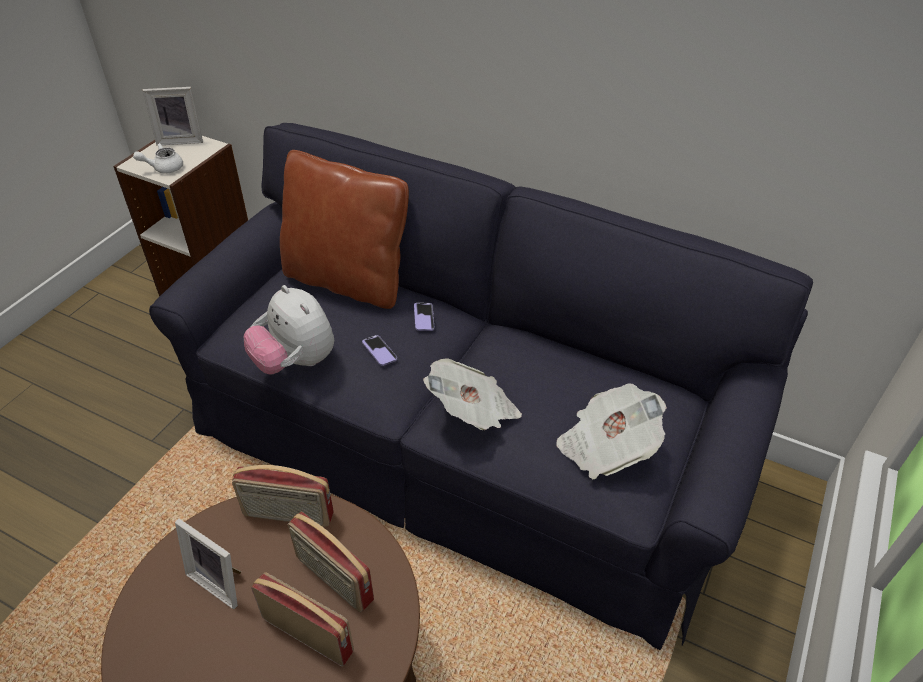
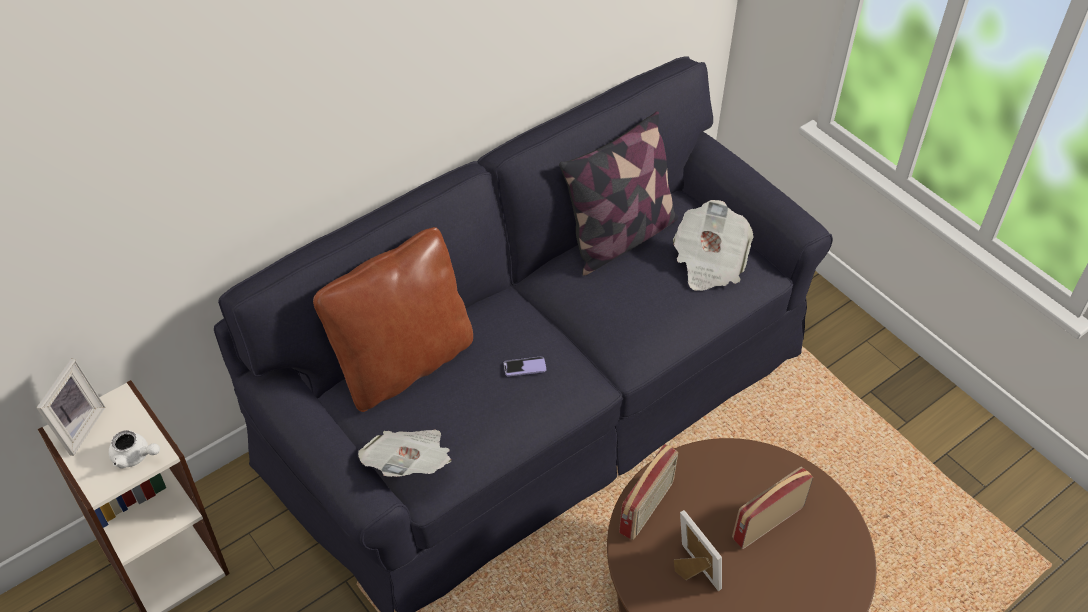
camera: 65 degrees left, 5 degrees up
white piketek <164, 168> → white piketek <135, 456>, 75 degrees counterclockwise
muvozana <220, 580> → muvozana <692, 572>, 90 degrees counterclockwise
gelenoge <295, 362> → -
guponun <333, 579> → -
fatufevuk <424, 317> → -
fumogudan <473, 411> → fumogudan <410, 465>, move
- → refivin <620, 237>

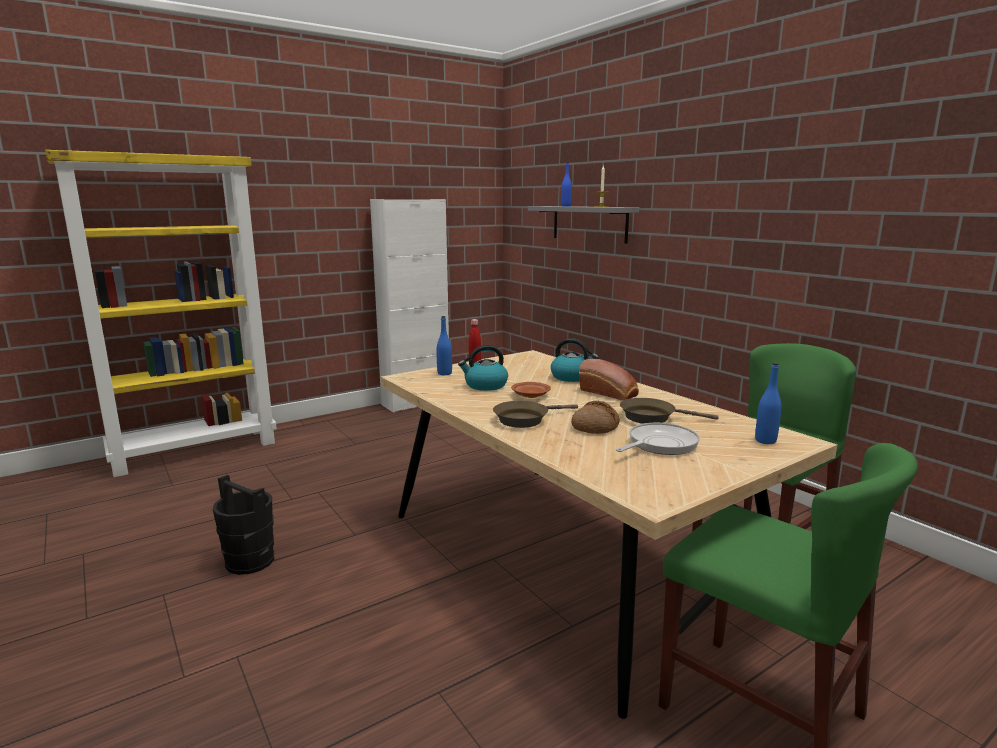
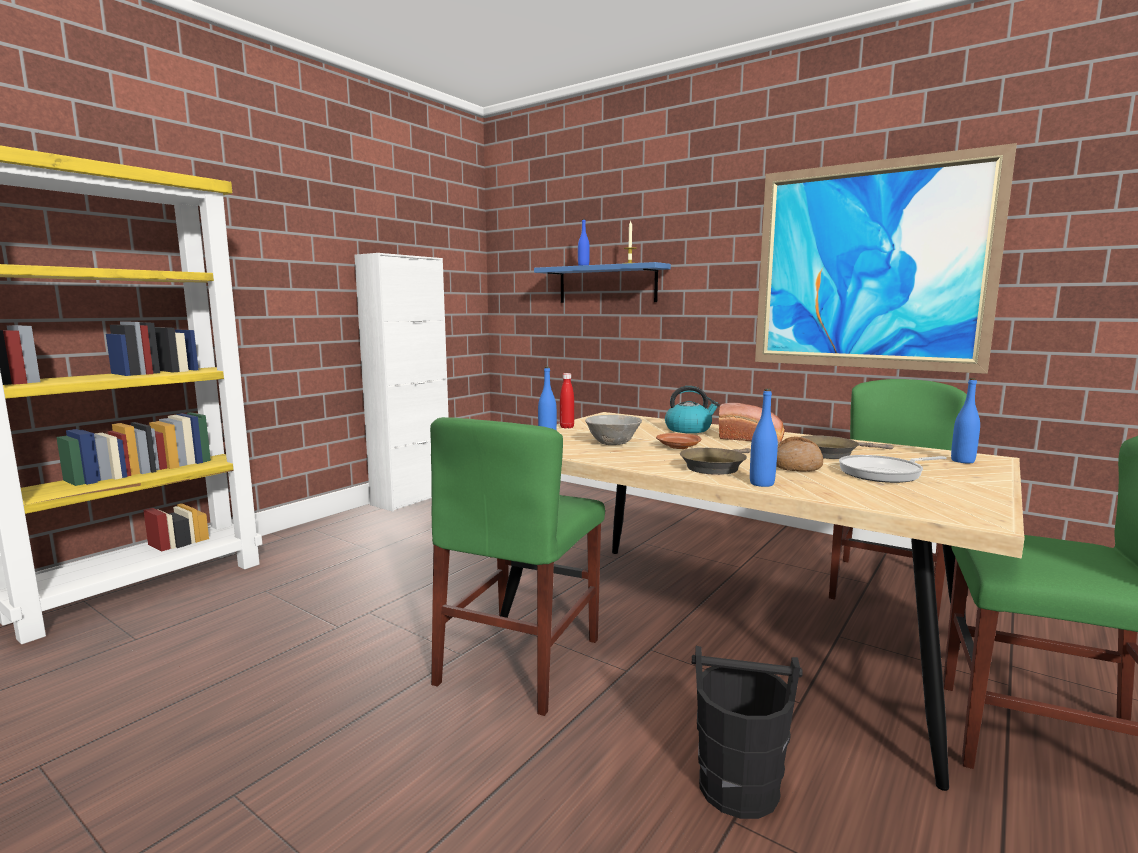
camera: 20 degrees left, 5 degrees down
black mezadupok <250, 561> → black mezadupok <739, 788>, move
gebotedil <485, 385> → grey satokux <614, 443>
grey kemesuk <589, 223> → blue kemesuk <607, 284>
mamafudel <659, 444> → mamafudel <884, 473>, 135 degrees counterclockwise
- → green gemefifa <520, 661>
- → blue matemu <762, 484>
- → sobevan <869, 266>

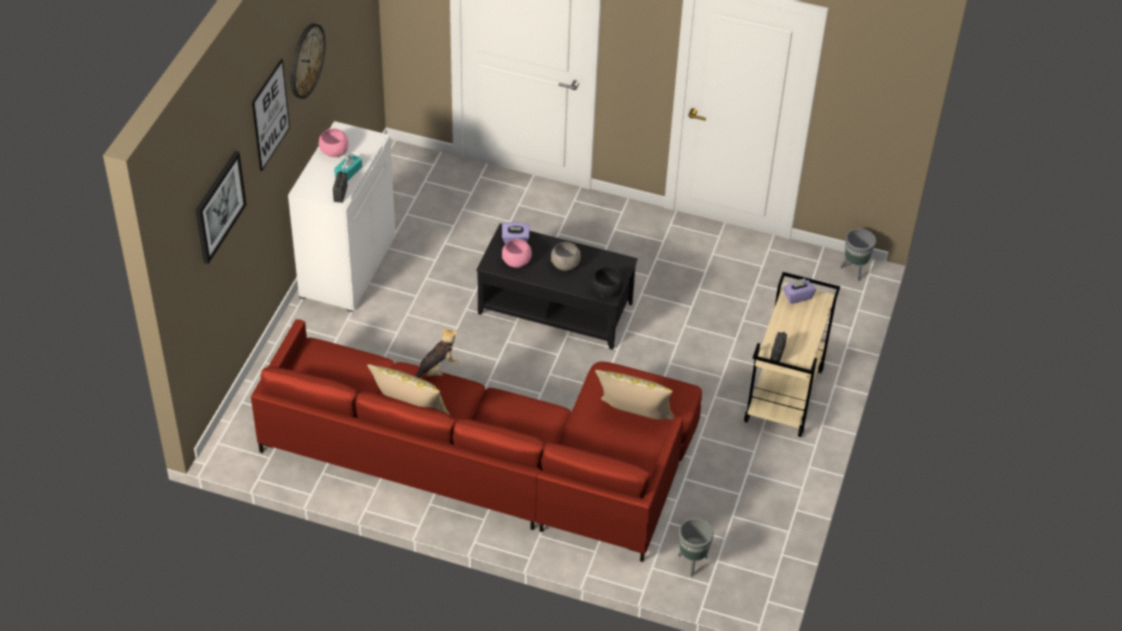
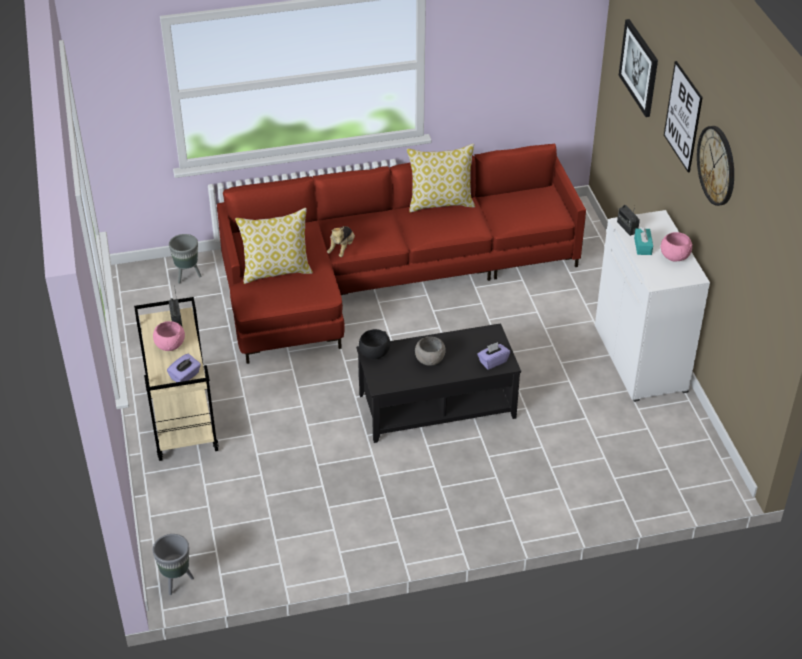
camera: 150 degrees right, 5 degrees down
gelenoge <437, 370> → gelenoge <342, 249>, move
pink satokux <517, 261> → pink satokux <169, 345>, move

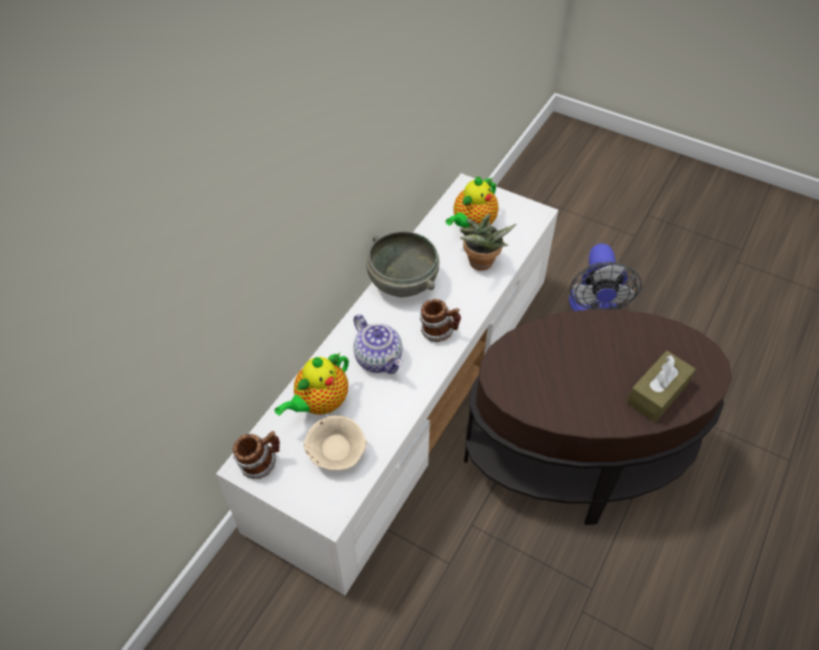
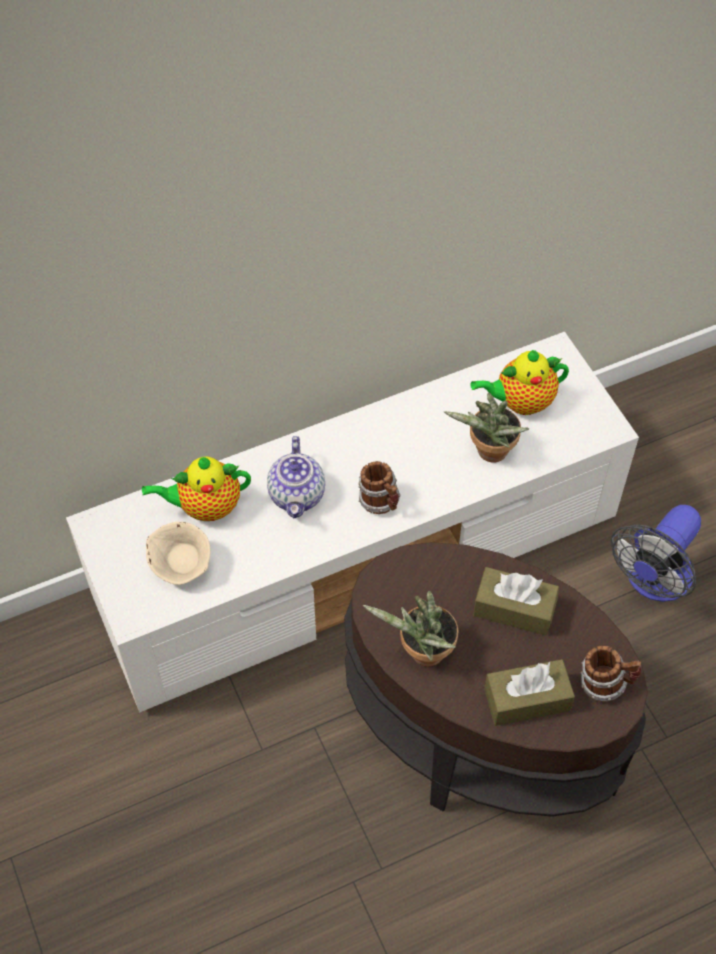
camera: 35 degrees right, 5 degrees up
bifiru <260, 463> → bifiru <605, 684>, move
grey satokux <401, 283> → -
- → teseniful <422, 654>
- → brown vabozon <514, 609>

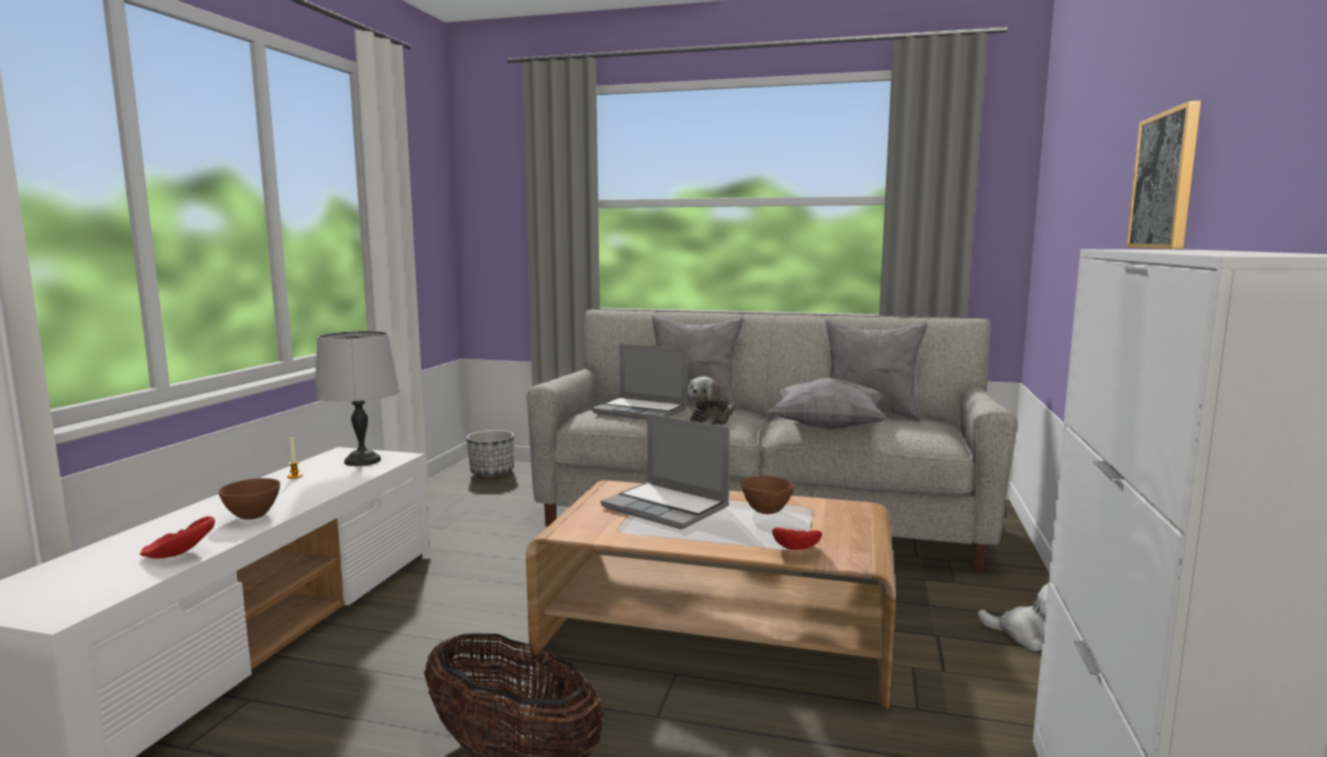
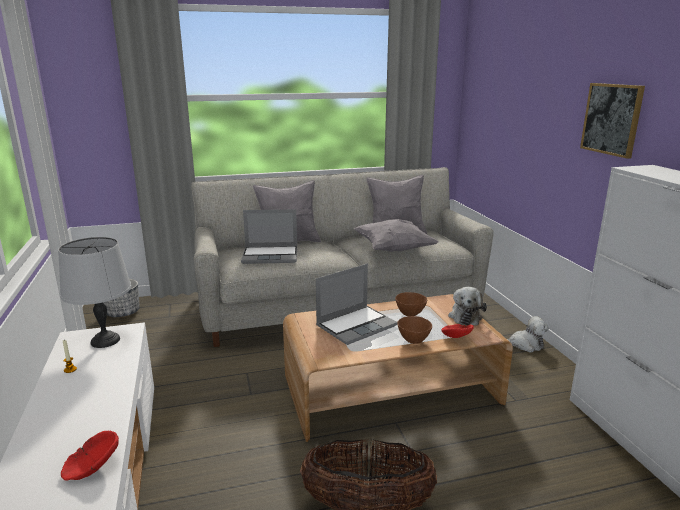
camera: 30 degrees left, 10 degrees up
brown satokux <252, 516> → brown satokux <414, 341>, move
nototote <667, 507> → nototote <356, 325>, 45 degrees counterclockwise
gelenoge <711, 420> → gelenoge <465, 316>, move

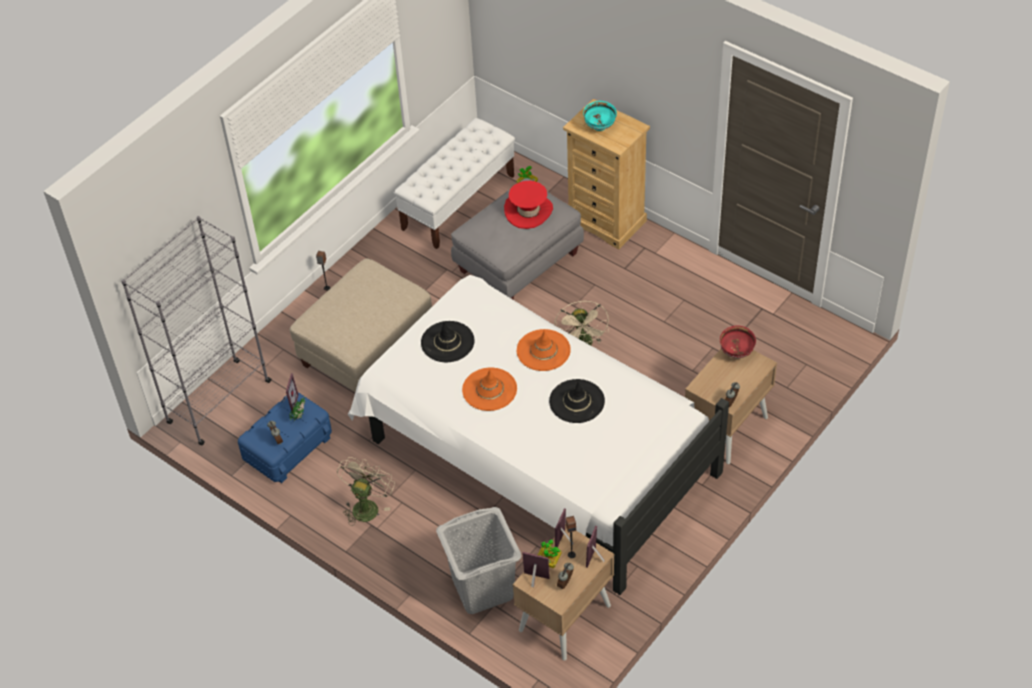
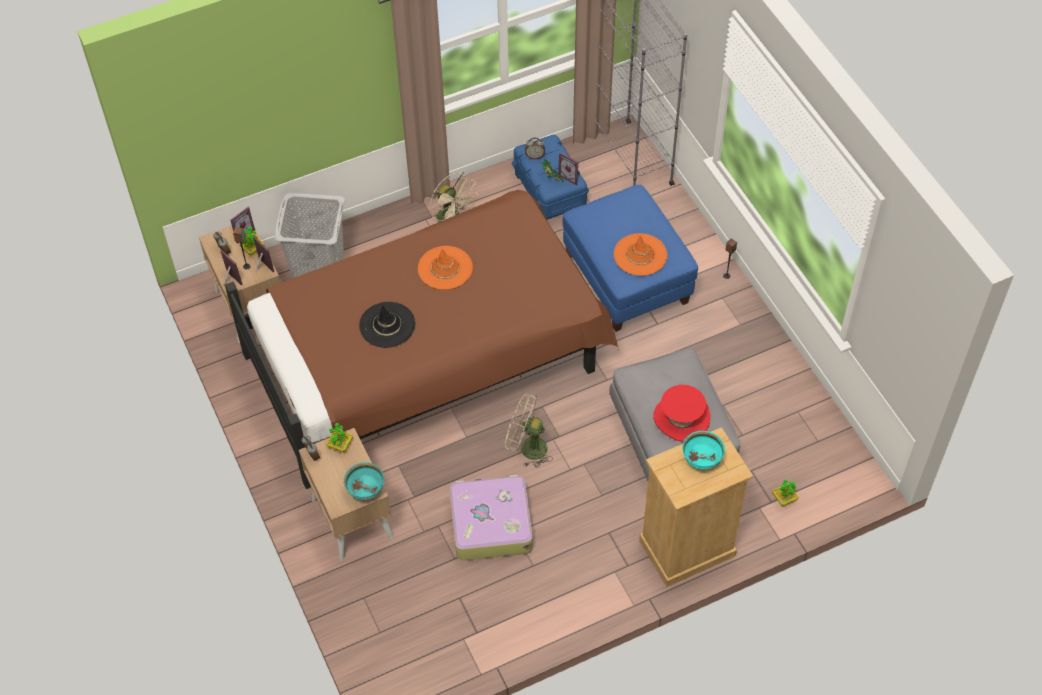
camera: 115 degrees right, 5 degrees up
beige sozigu <367, 351> → blue sozigu <626, 279>
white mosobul <535, 450> → brown mosobul <430, 357>
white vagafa <458, 202> → -
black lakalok <447, 342> → -
orange lakalok <543, 350> → orange lakalok <640, 255>, move
red satokux <737, 353> → turquoise satokux <365, 491>
- → teseniful <340, 445>
- → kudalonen <490, 524>

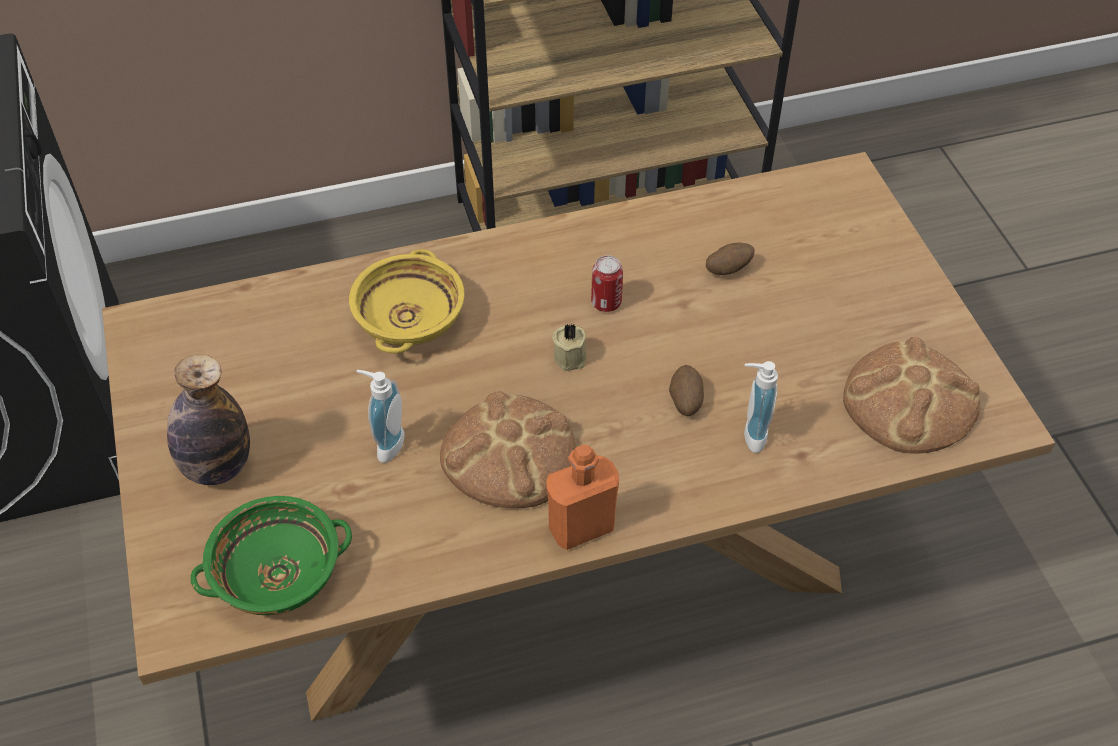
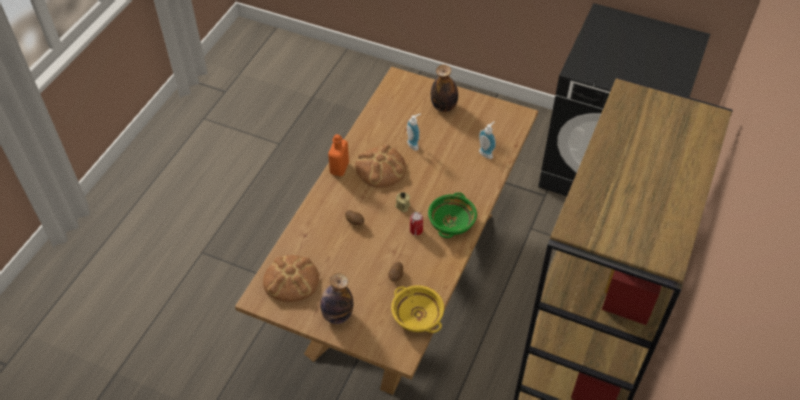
camera: 130 degrees right, 0 degrees up
green satokux <279, 572> → green satokux <451, 223>, move
yellow satokux <410, 320> → yellow satokux <417, 316>, move
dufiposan <750, 434> → dufiposan <487, 153>, move
- → matemu <337, 315>

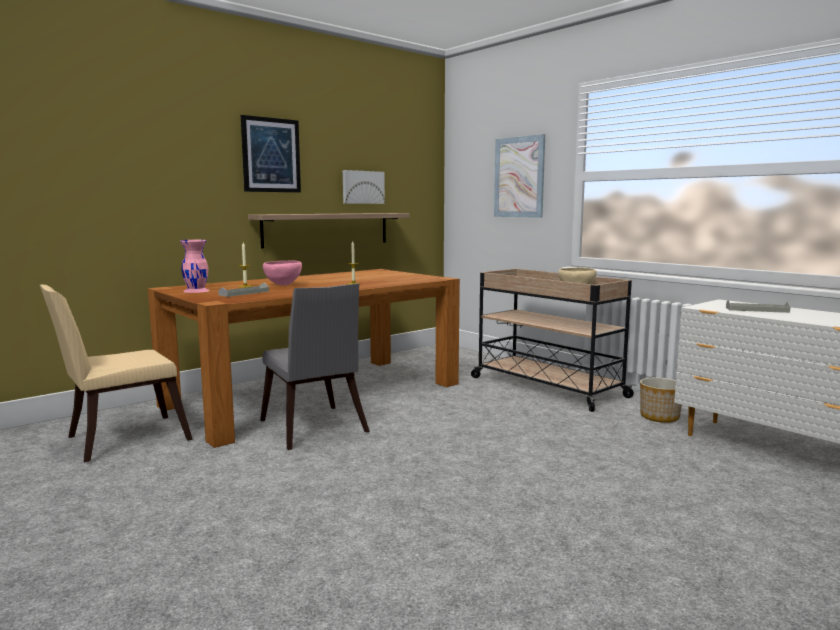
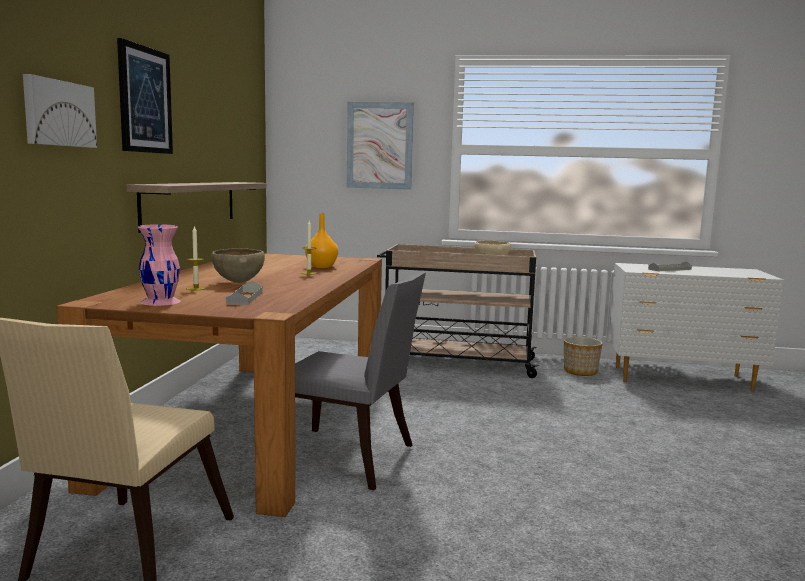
camera: 40 degrees left, 0 degrees up
pink satokux <283, 285> → brown satokux <238, 282>
sobevan <362, 187> → sobevan <58, 113>, move
- → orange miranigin <321, 267>

